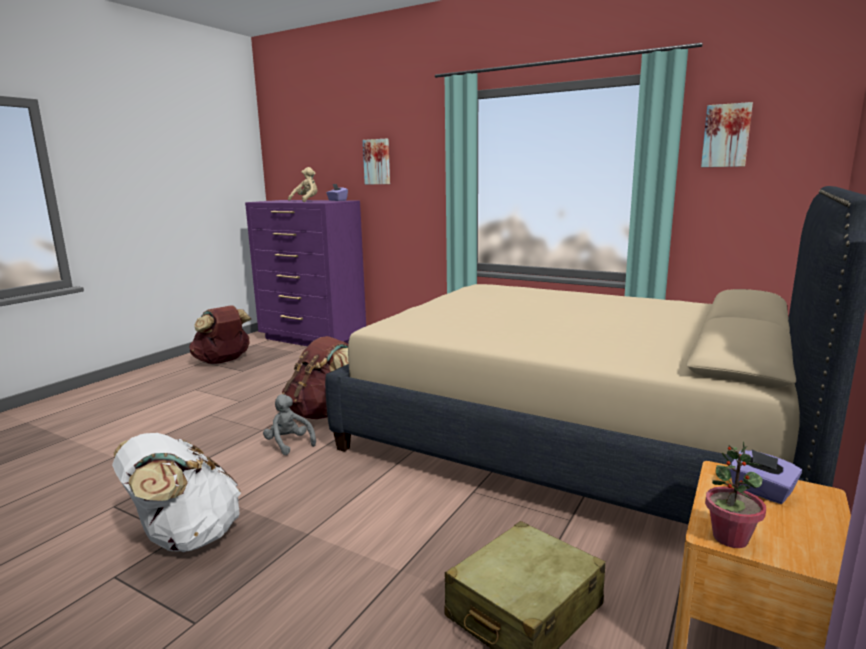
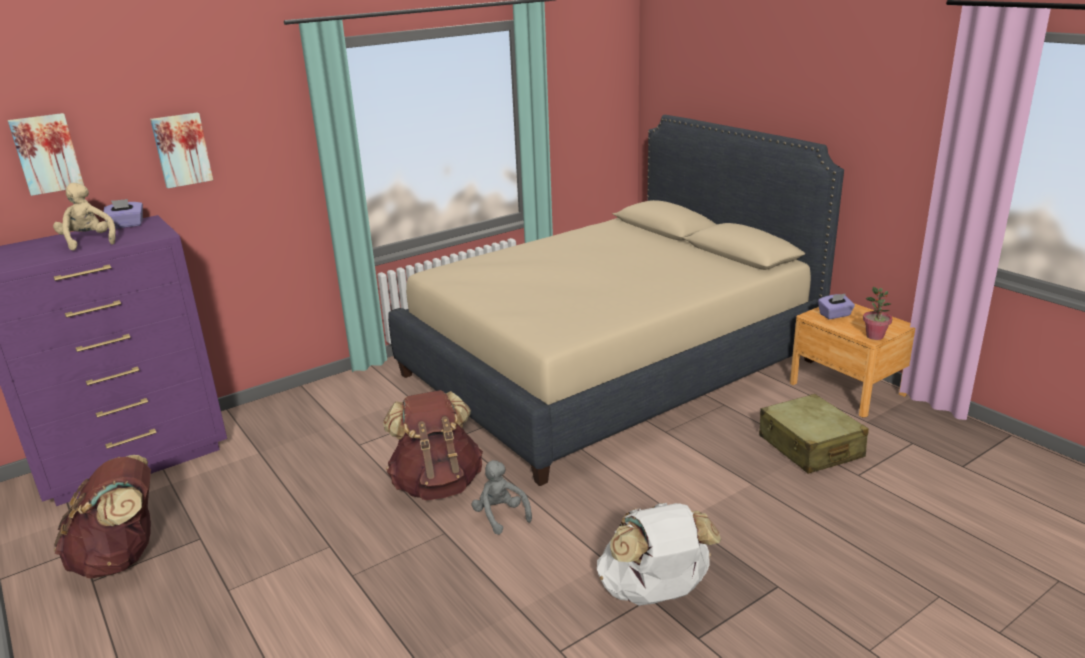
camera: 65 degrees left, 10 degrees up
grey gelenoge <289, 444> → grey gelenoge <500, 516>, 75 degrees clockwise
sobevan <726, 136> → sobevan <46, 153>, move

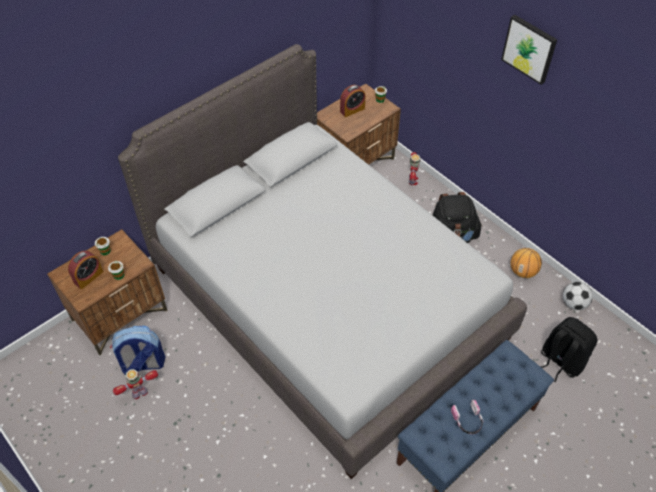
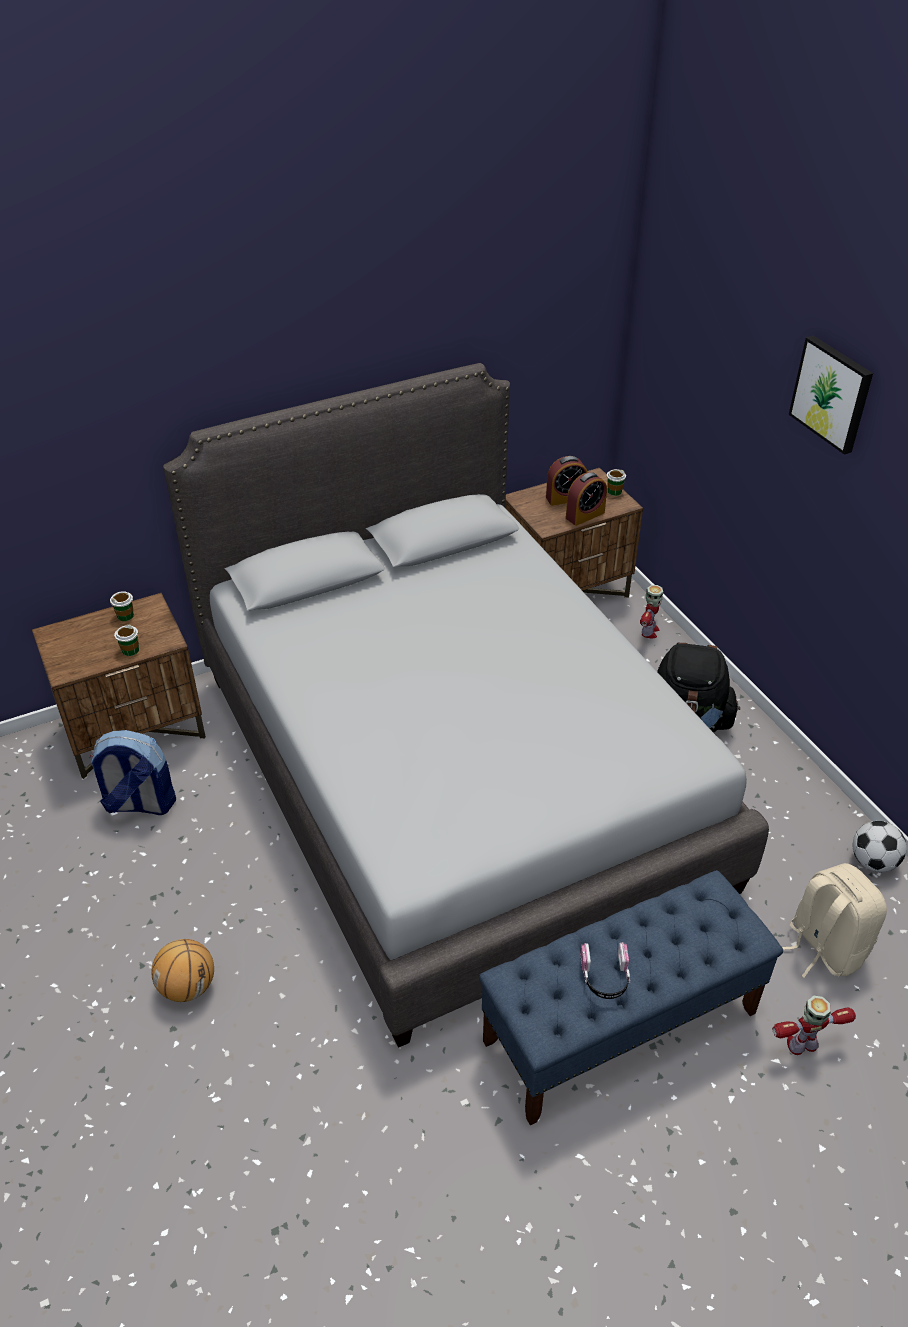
camera: 15 degrees right, 10 degrees down
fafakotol <88, 277> → fafakotol <585, 515>, move
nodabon <140, 393> → nodabon <802, 1045>, move
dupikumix <523, 271> → dupikumix <188, 986>, move
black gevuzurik <560, 361> → beige gevuzurik <823, 947>

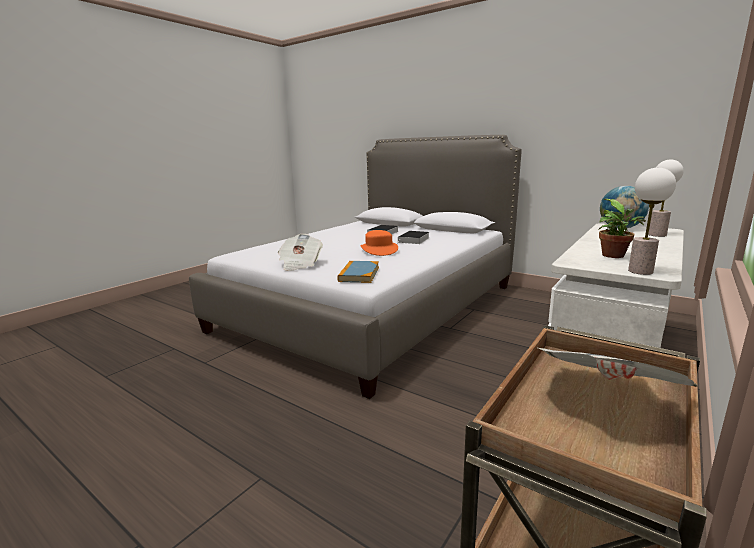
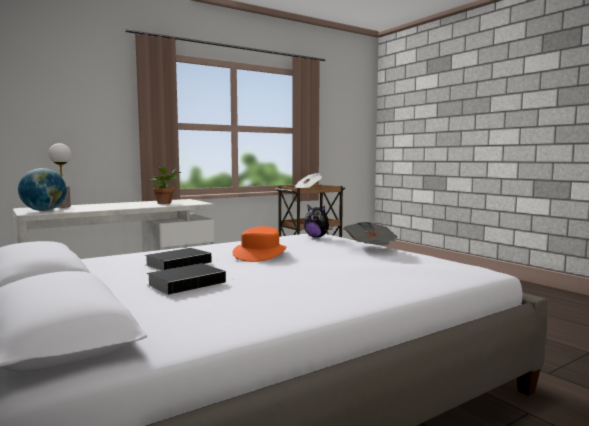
camera: 160 degrees left, 10 degrees down
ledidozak <359, 274> → gelenoge <317, 237>
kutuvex <641, 271> → -

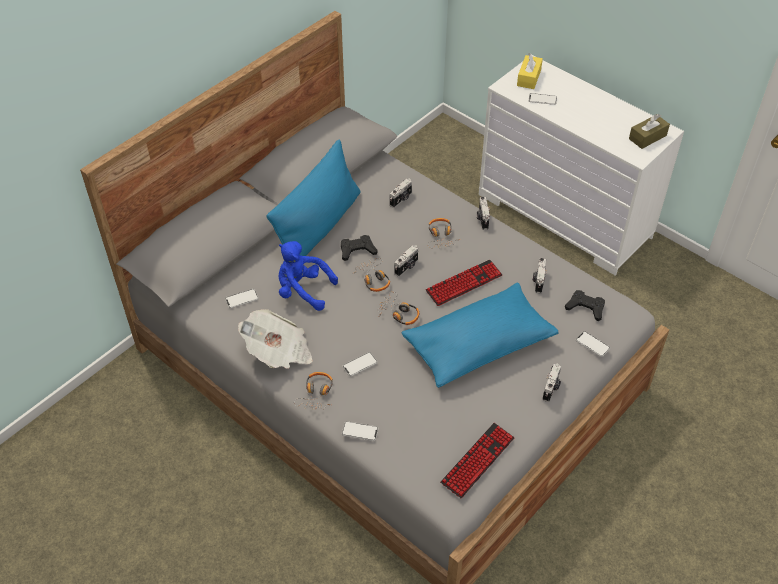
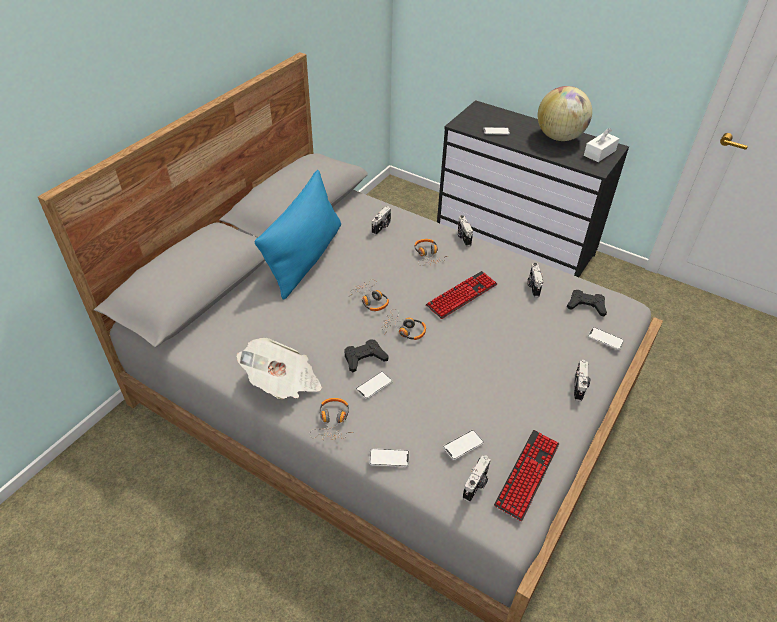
camera: 10 degrees left, 5 degrees down
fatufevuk <242, 299> → fatufevuk <463, 445>, move
blue gelenoge <303, 290> → -
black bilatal <357, 250> → black bilatal <364, 358>, move
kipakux <407, 267> → kipakux <476, 485>, move
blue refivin <478, 345> → -
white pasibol <565, 215> → black pasibol <515, 244>
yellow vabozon <529, 78> → -
brown vabozon <647, 137> → white vabozon <599, 153>
- → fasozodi <559, 137>

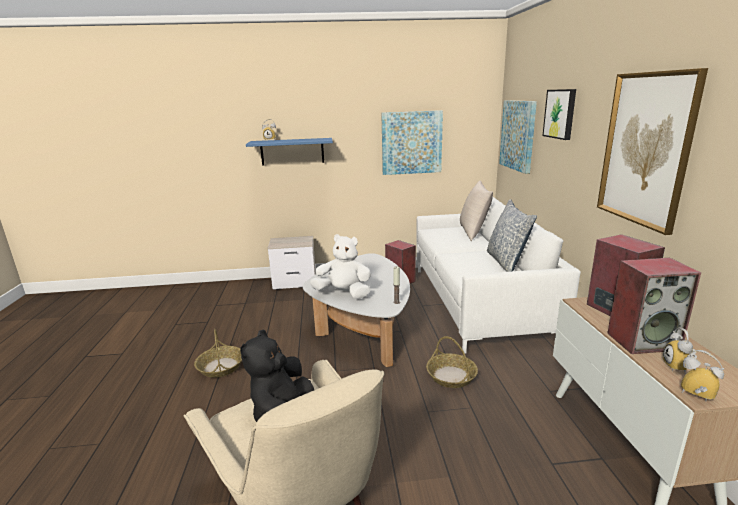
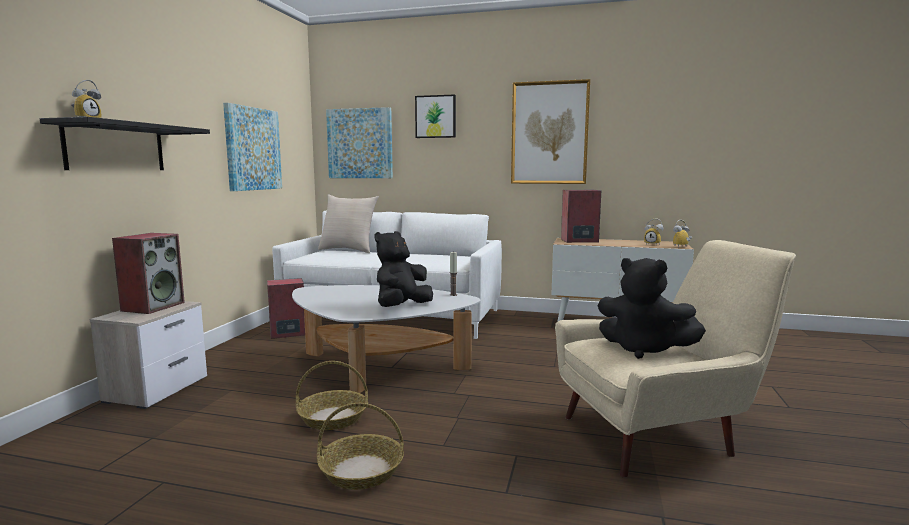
camera: 70 degrees left, 10 degrees down
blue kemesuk <292, 151> → black kemesuk <116, 147>
white gelenoge <343, 293> → black gelenoge <401, 307>
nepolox <451, 376> → nepolox <332, 418>, move
refivin <507, 262> → -
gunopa <643, 341> → gunopa <153, 306>, move

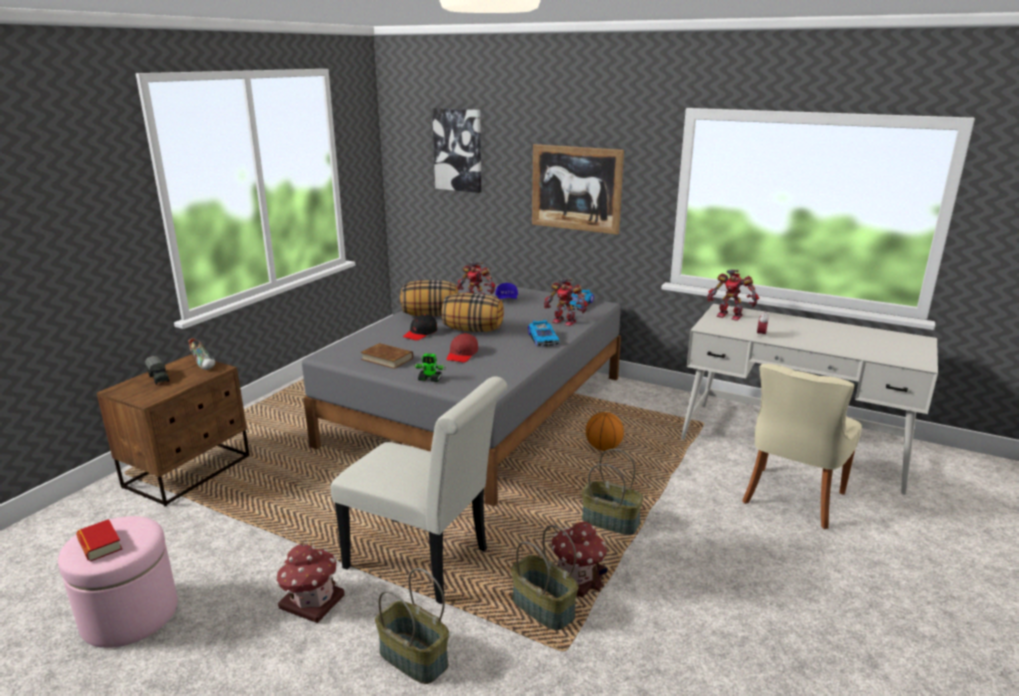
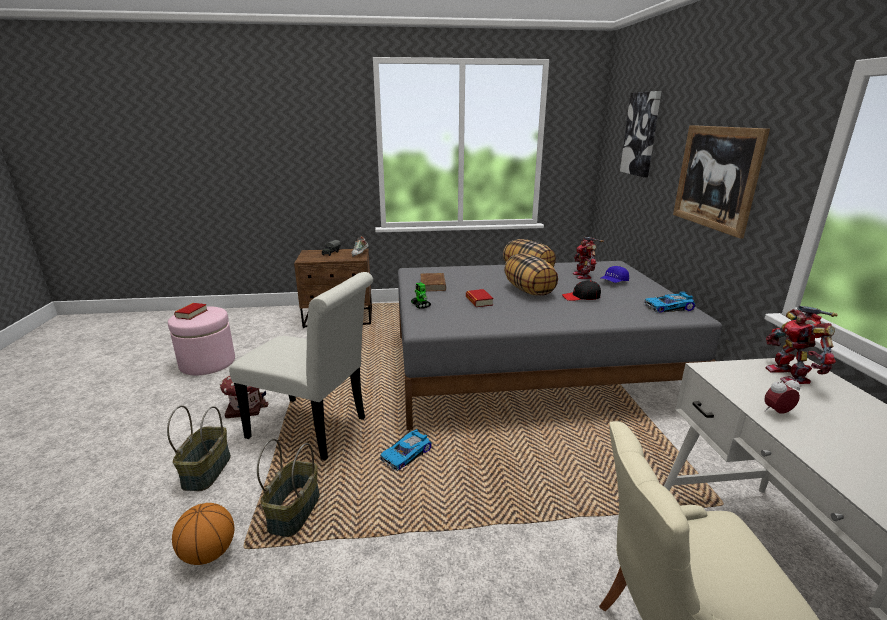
camera: 55 degrees right, 0 degrees up
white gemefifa <425, 562> → white gemefifa <314, 430>, 60 degrees counterclockwise
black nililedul <420, 333> → black nililedul <581, 297>, move
red nililedul <462, 354> → ledidozak <479, 301>
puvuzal <544, 339> → puvuzal <407, 455>, move
nodabon <564, 321> → -
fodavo <577, 576> → -
nepolox <611, 521> → -
dupikumix <603, 448> → dupikumix <208, 553>, move

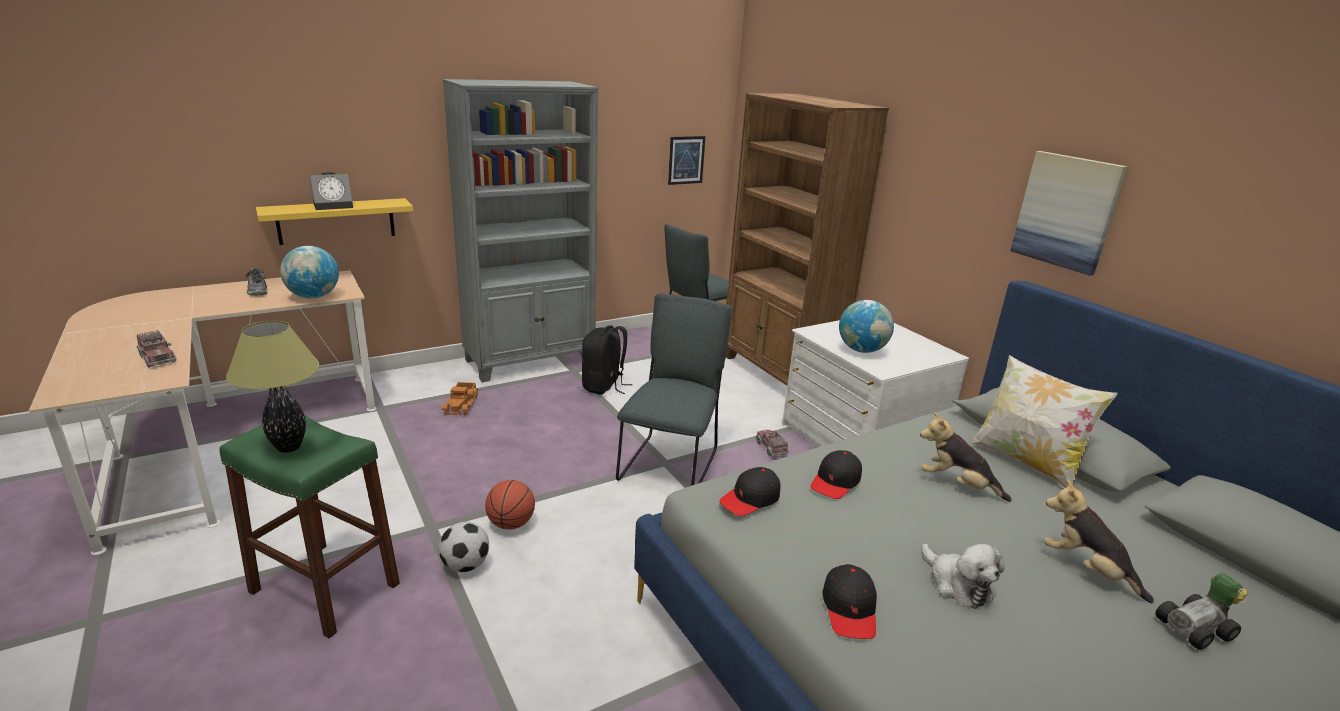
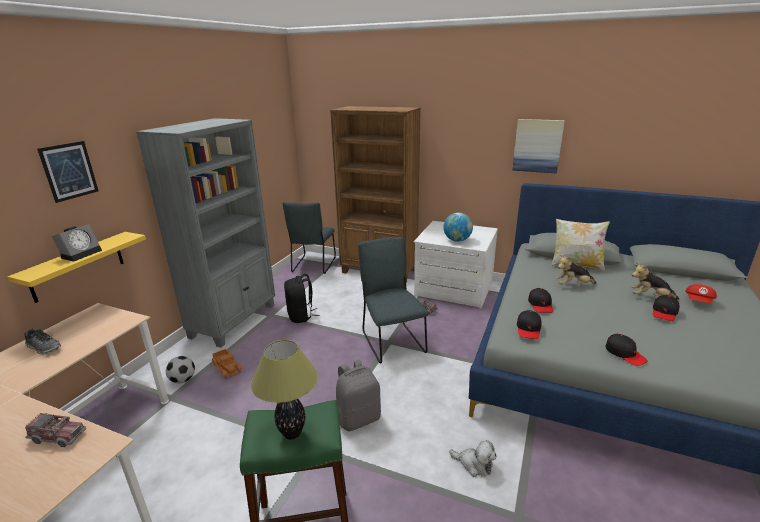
camera: 35 degrees left, 0 degrees up
fasozodi <313, 296> → -
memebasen <465, 565> → memebasen <183, 380>, move
dupikumix <511, 524> → grey gevuzurik <358, 418>
sobevan <686, 160> → sobevan <69, 171>, move
gelenoge <956, 584> → gelenoge <474, 464>, move
puvuzal <1198, 629> → red nililedul <699, 301>
- → black nililedul <664, 312>

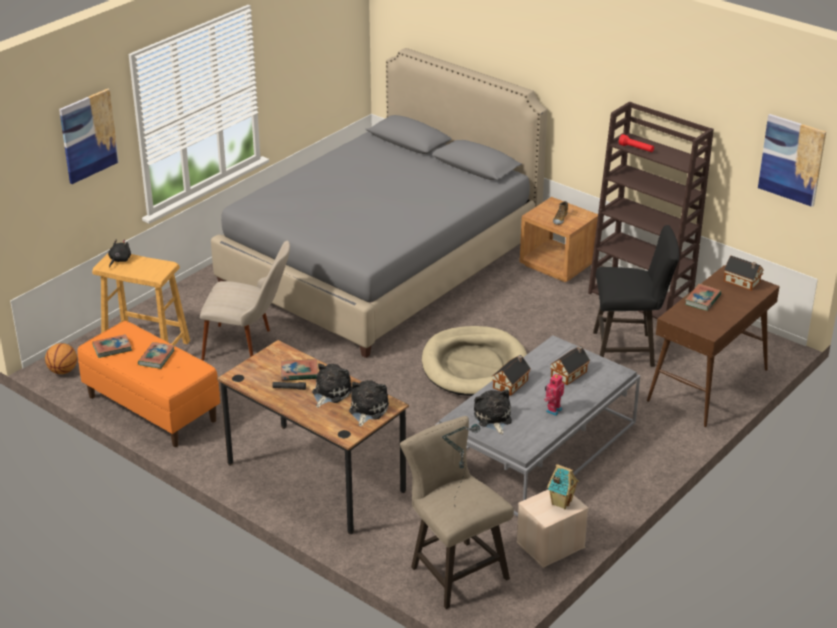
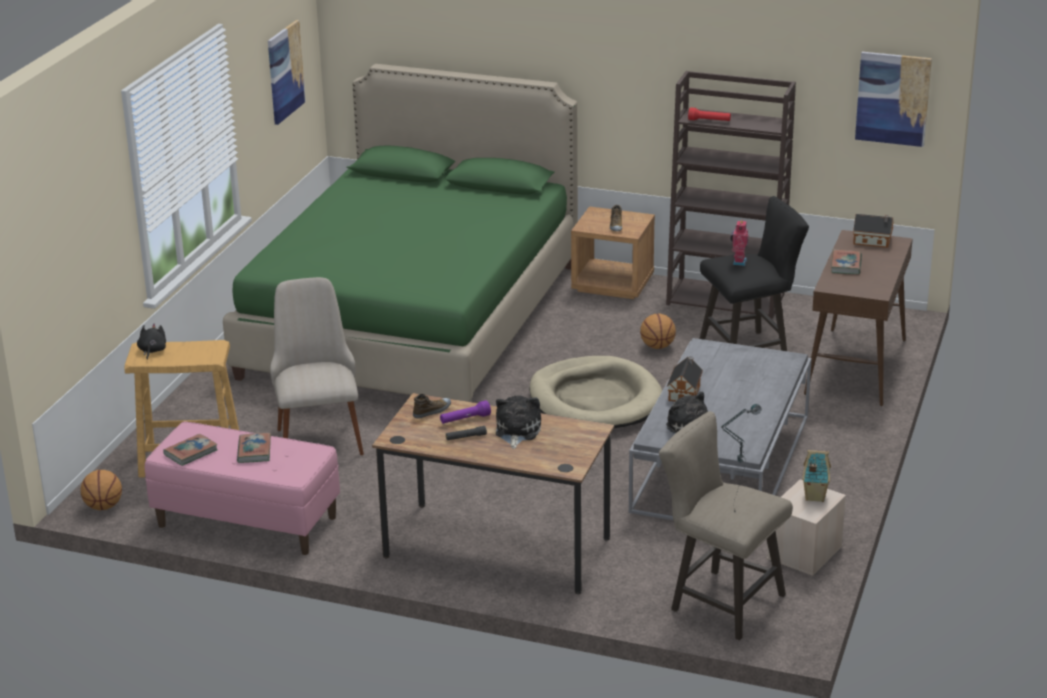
camera: 20 degrees left, 5 degrees down
sobevan <88, 135> → sobevan <285, 71>, move
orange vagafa <151, 408> → pink vagafa <246, 522>
beige gemefifa <249, 346> → beige gemefifa <318, 433>, 90 degrees counterclockwise
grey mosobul <381, 264> → green mosobul <413, 320>
ledidozak <299, 372> → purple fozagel <465, 419>
gelenoge <367, 410> → -
nodabon <553, 410> → nodabon <738, 262>, move
fodavo <570, 373> → -
- → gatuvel <432, 411>
- → dupikumix <658, 346>

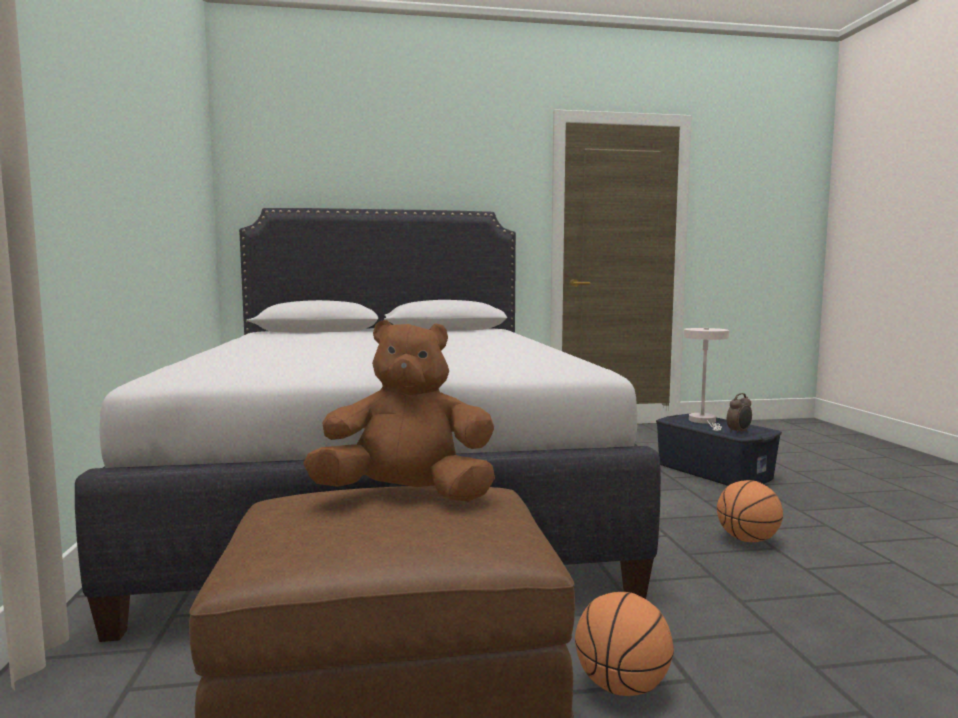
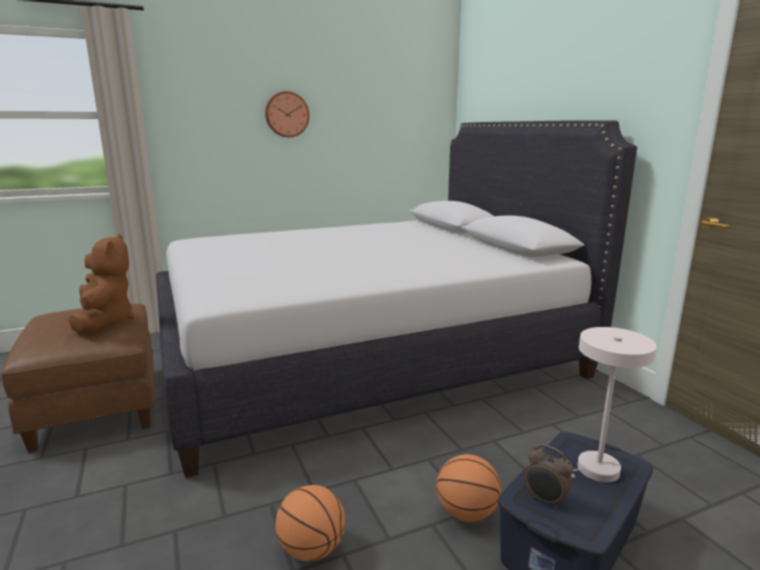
camera: 75 degrees right, 10 degrees up
dupikumix <622, 687> → dupikumix <466, 513>, move
- → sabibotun <286, 114>

